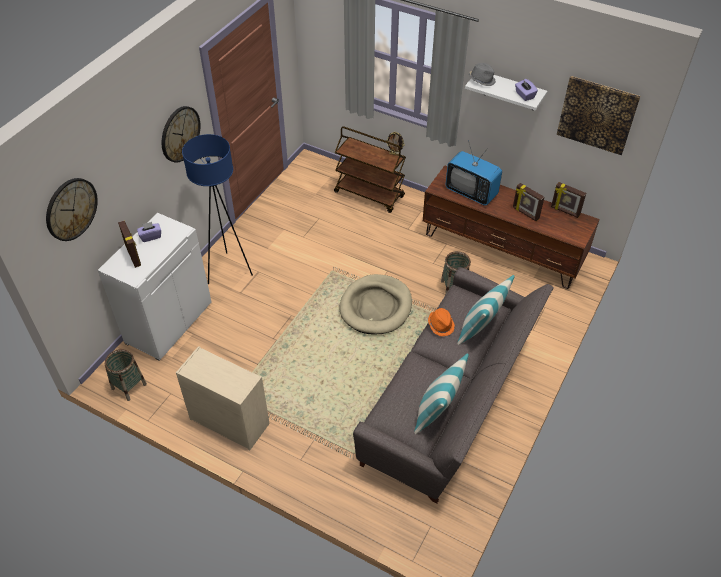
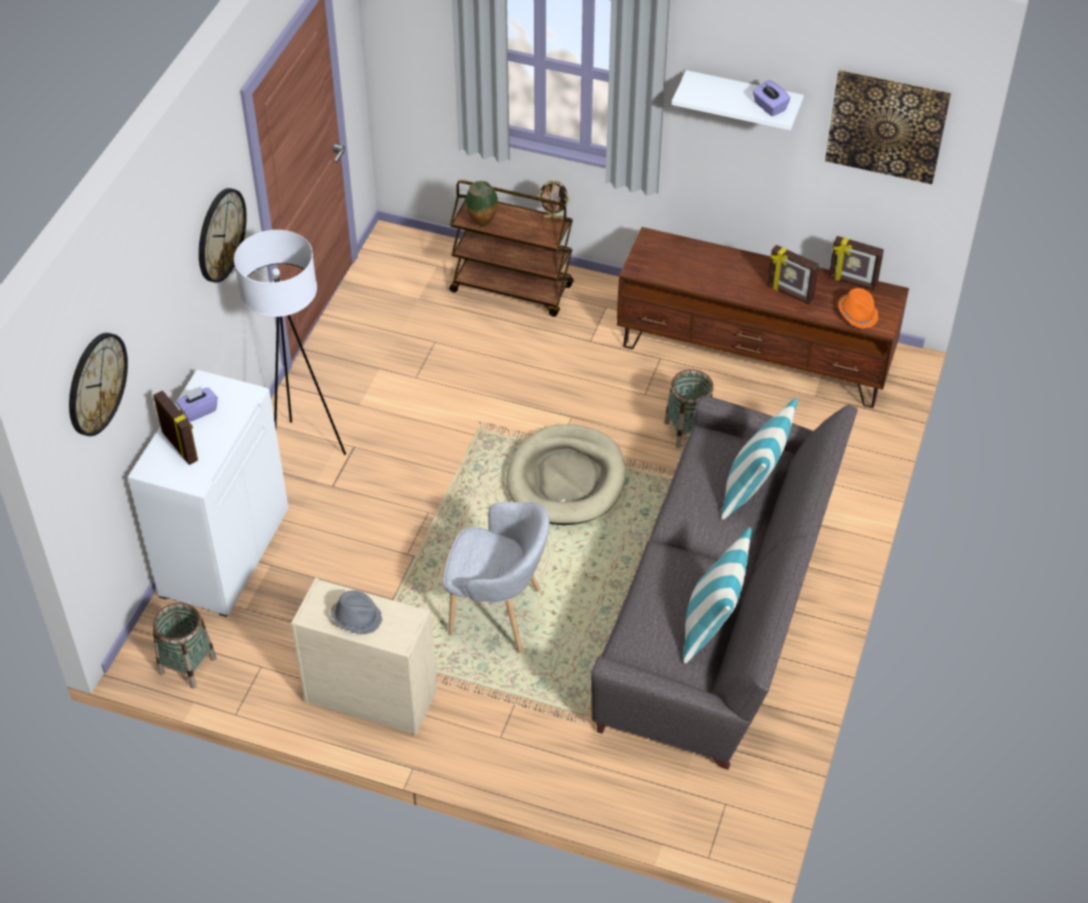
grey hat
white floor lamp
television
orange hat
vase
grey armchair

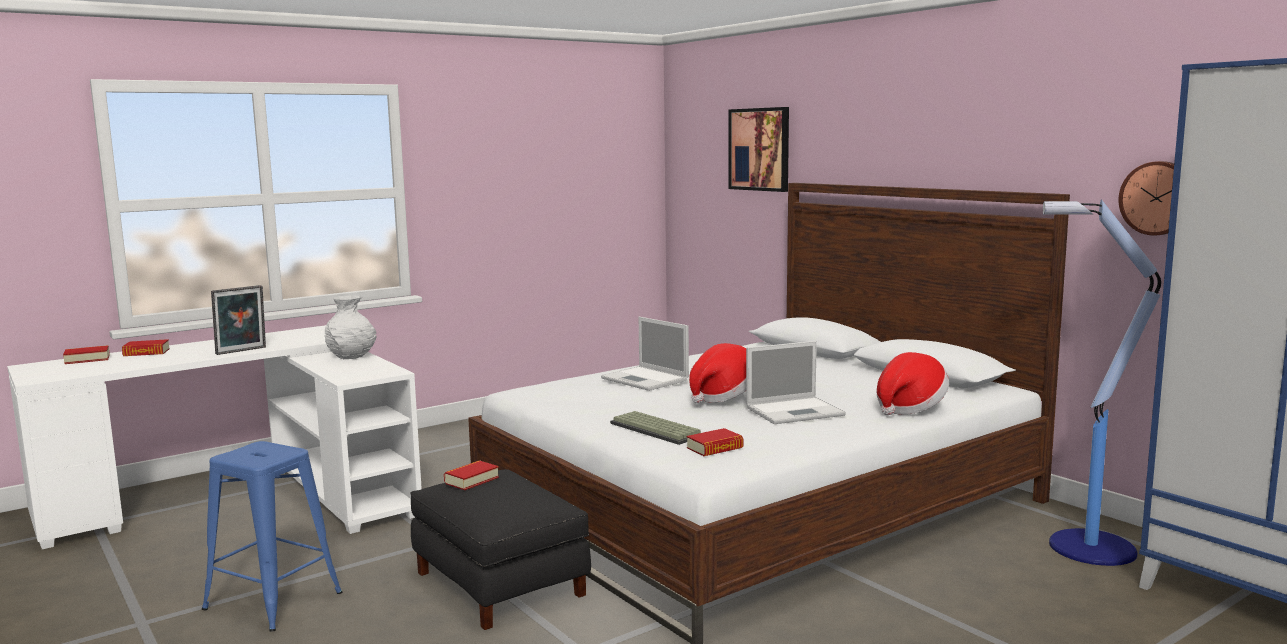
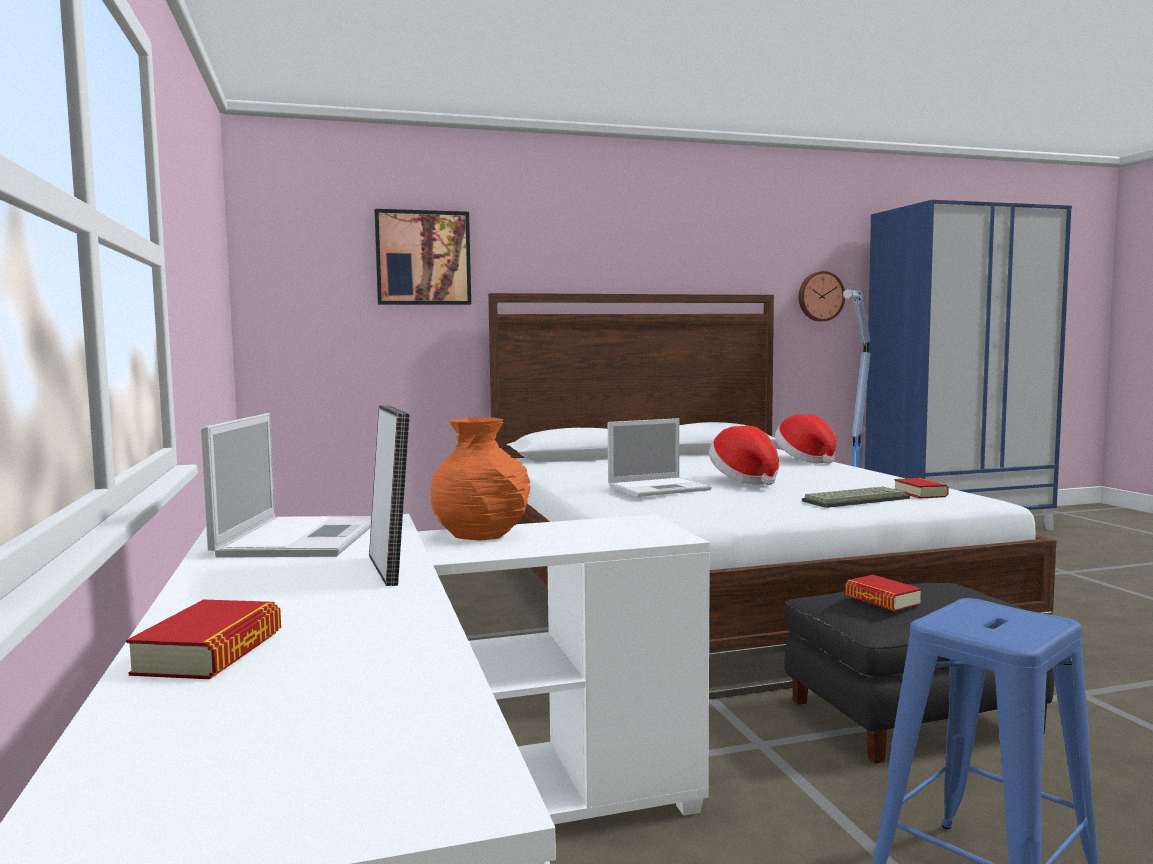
orange vase
laptop (no. 1 from left)
book (no. 1 from left in the first image)

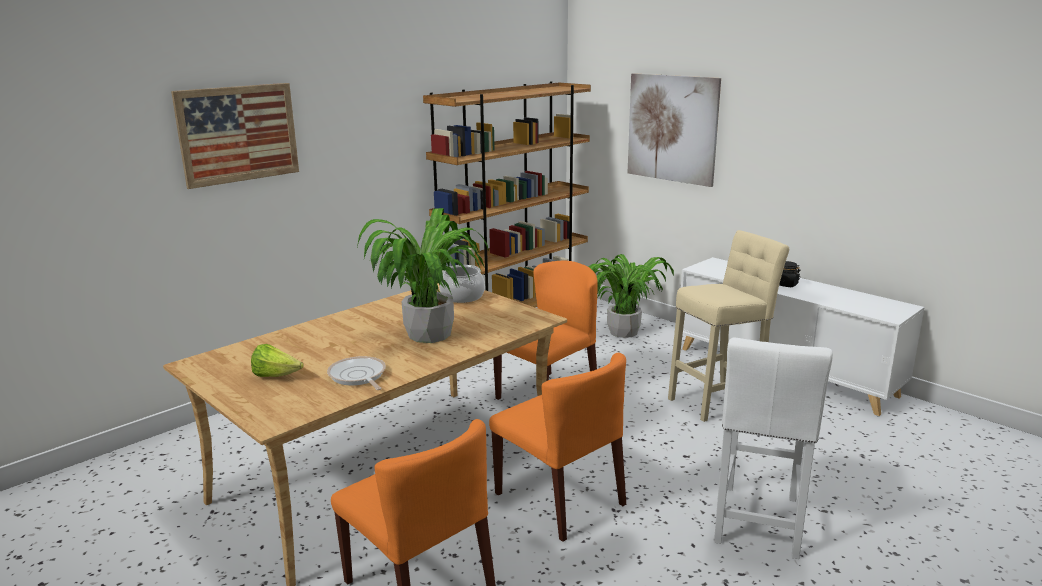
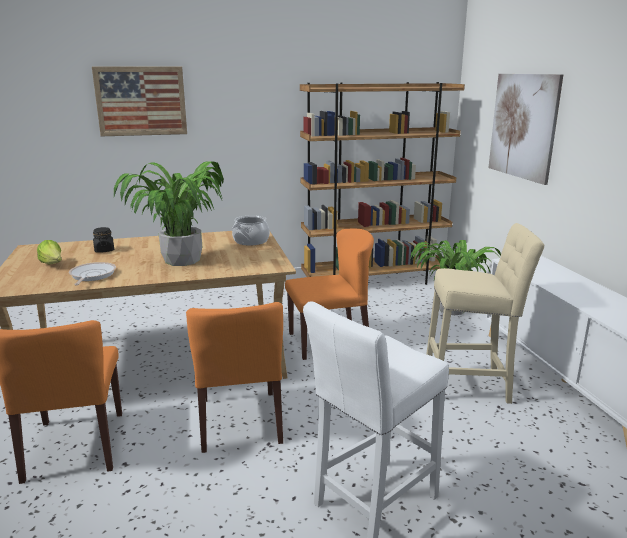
black jar

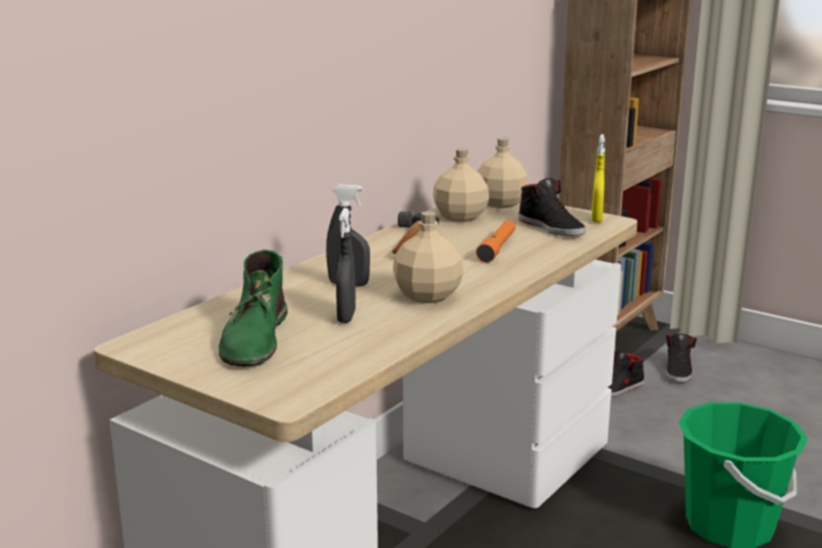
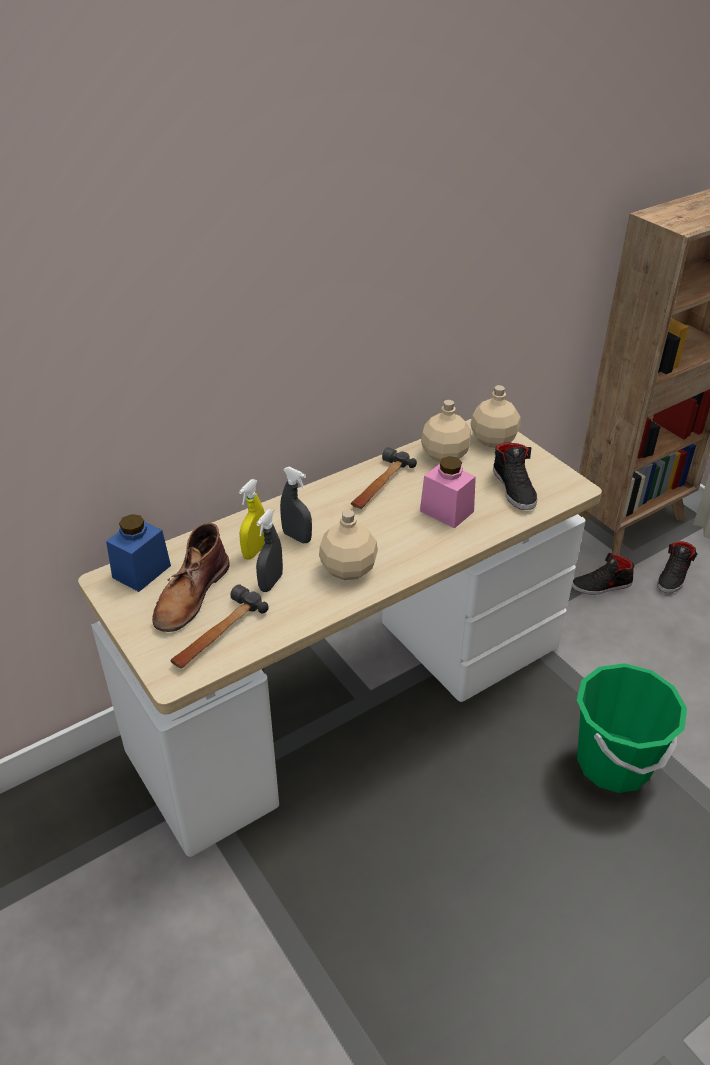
yellow spray bottle
pink jar
brown boot
blue jar
hammer (no. 1 from left)

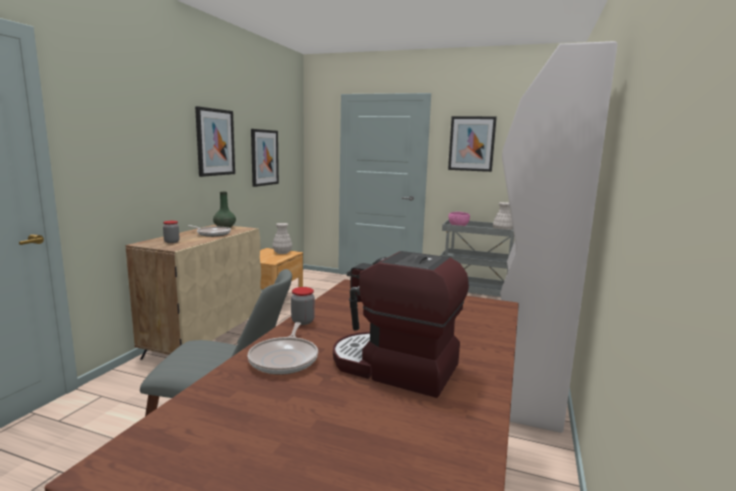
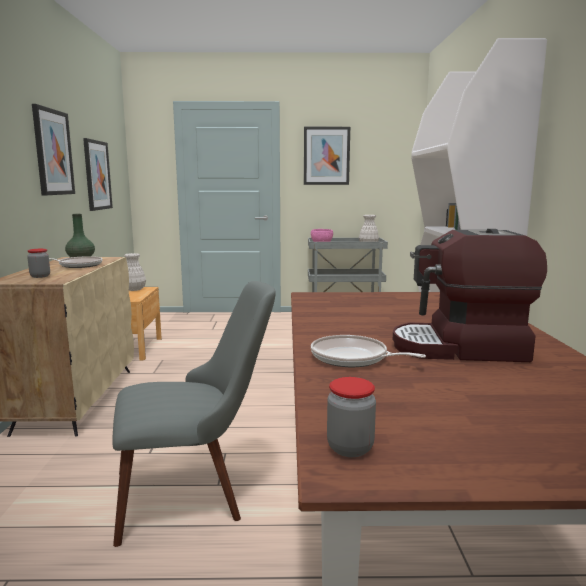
jar (no. 2 from left)
frying pan (no. 2 from left)

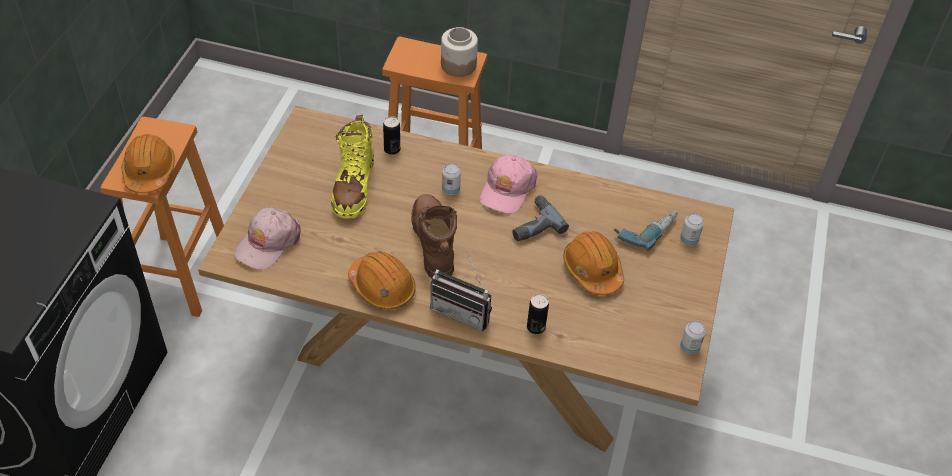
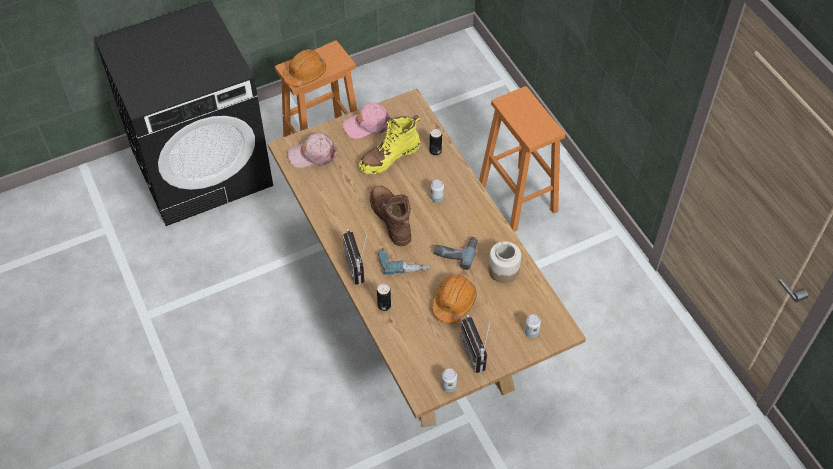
jar
pink cap (no. 2 from left)
brown boot
power drill (no. 1 from left)
orange hard hat (no. 2 from left in the first image)
radio (no. 2 from left)

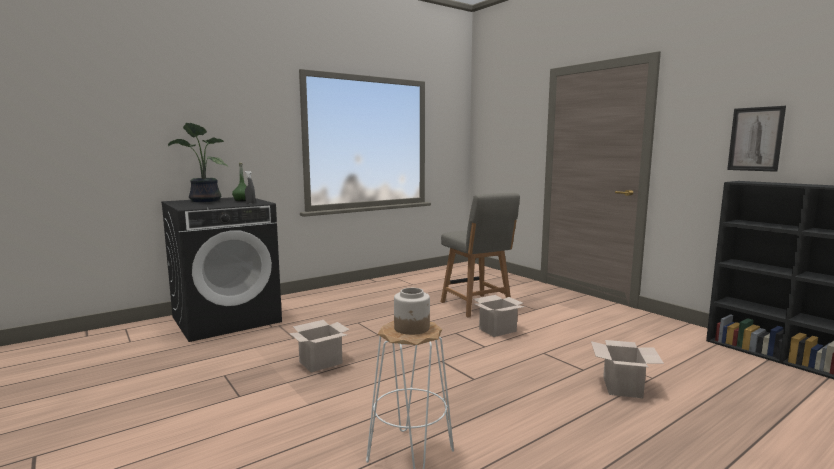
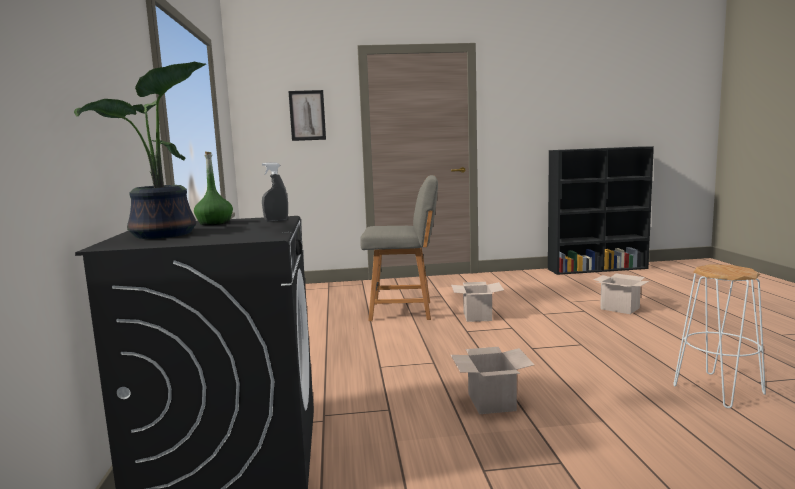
picture
jar

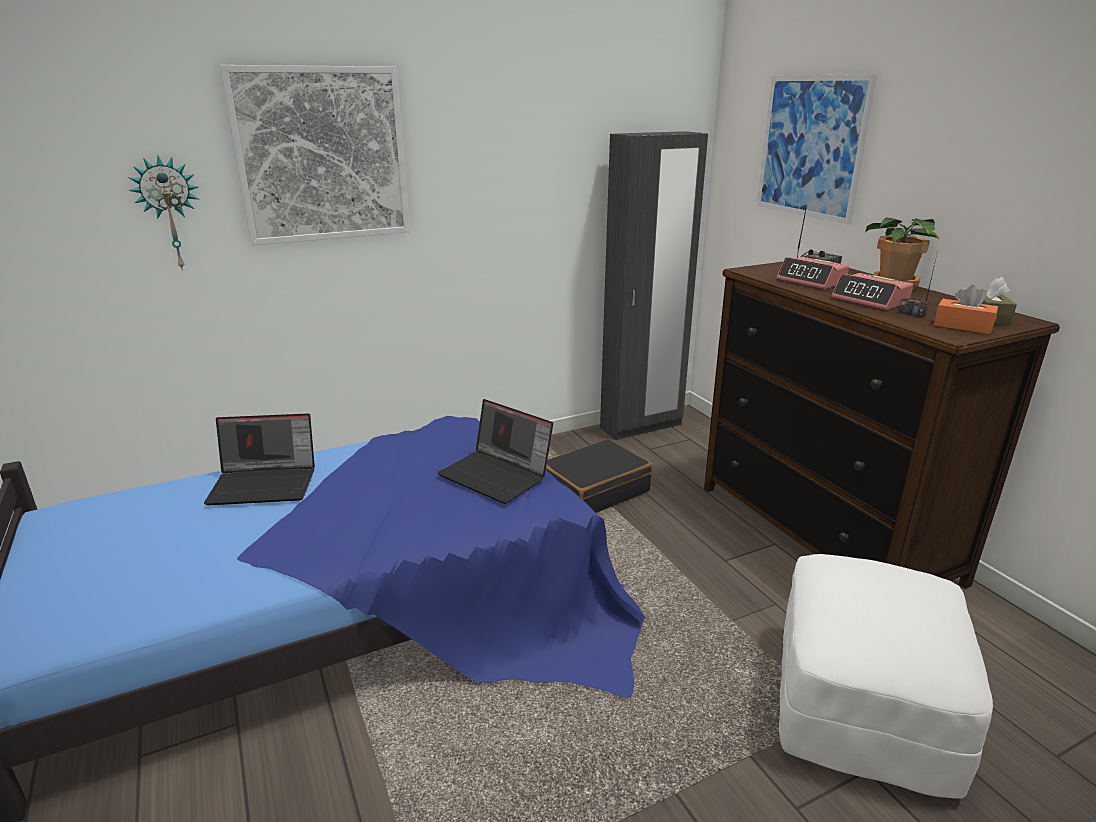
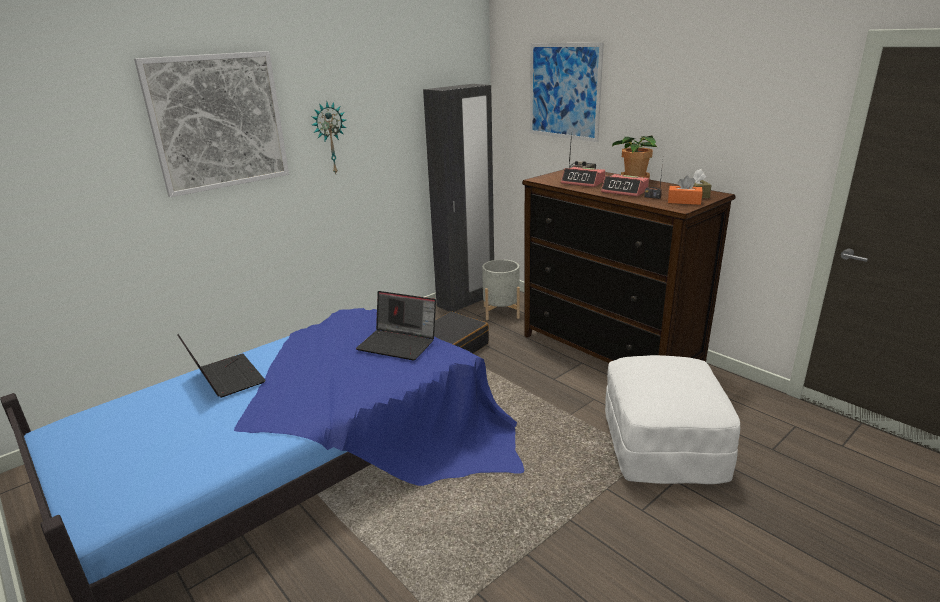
wall clock
laptop (no. 1 from left)
grey planter

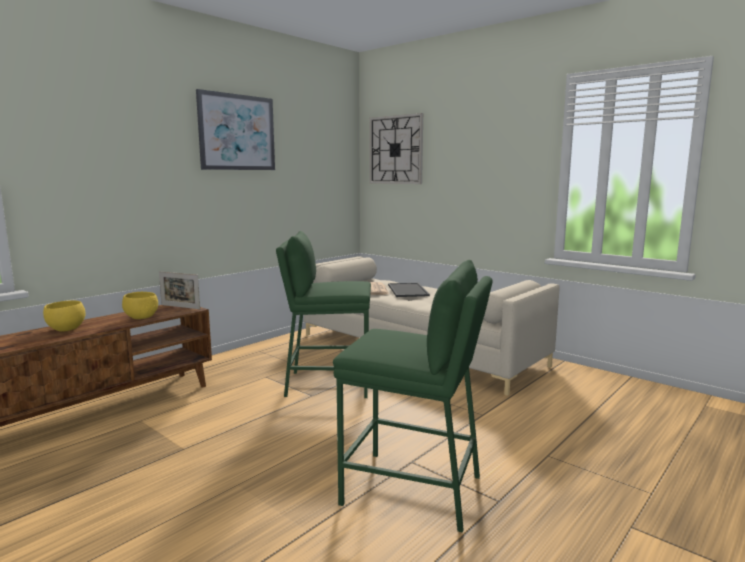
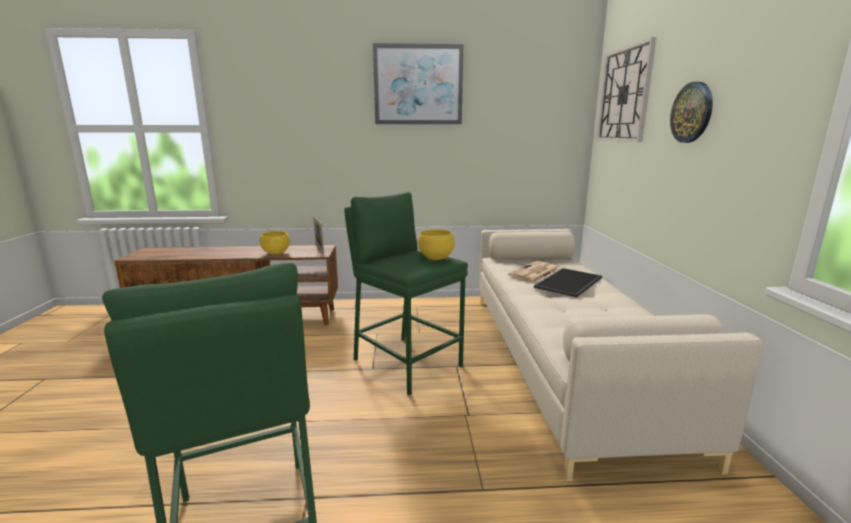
yellow bowl (no. 2 from left)
wall clock (no. 2 from left)

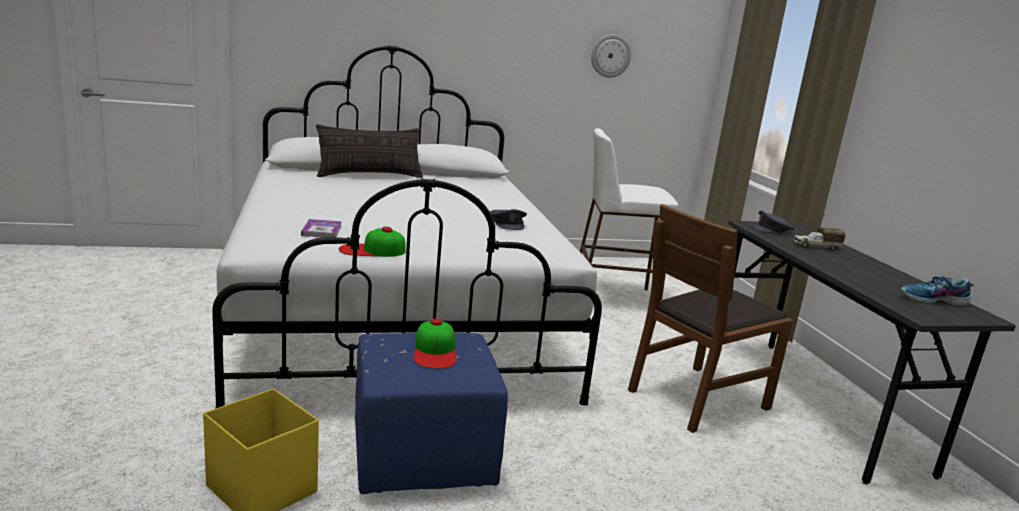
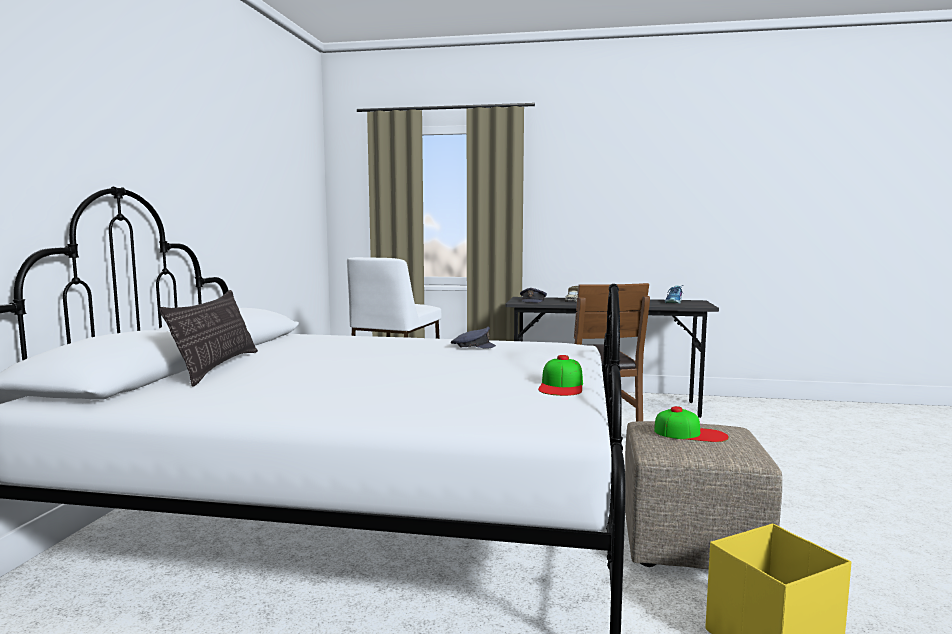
wall clock
book
beige ottoman

